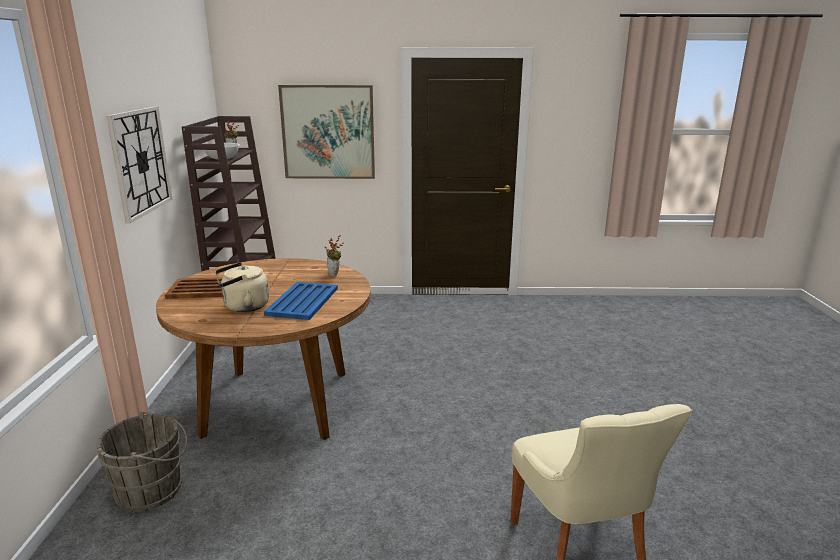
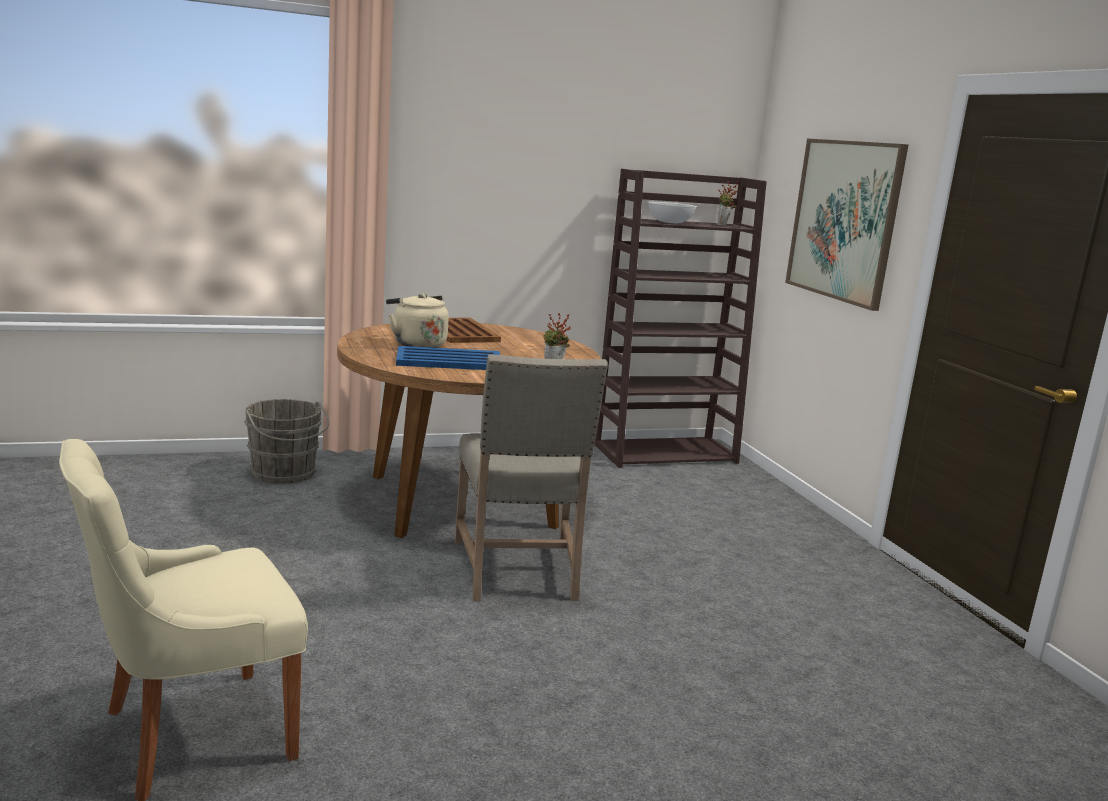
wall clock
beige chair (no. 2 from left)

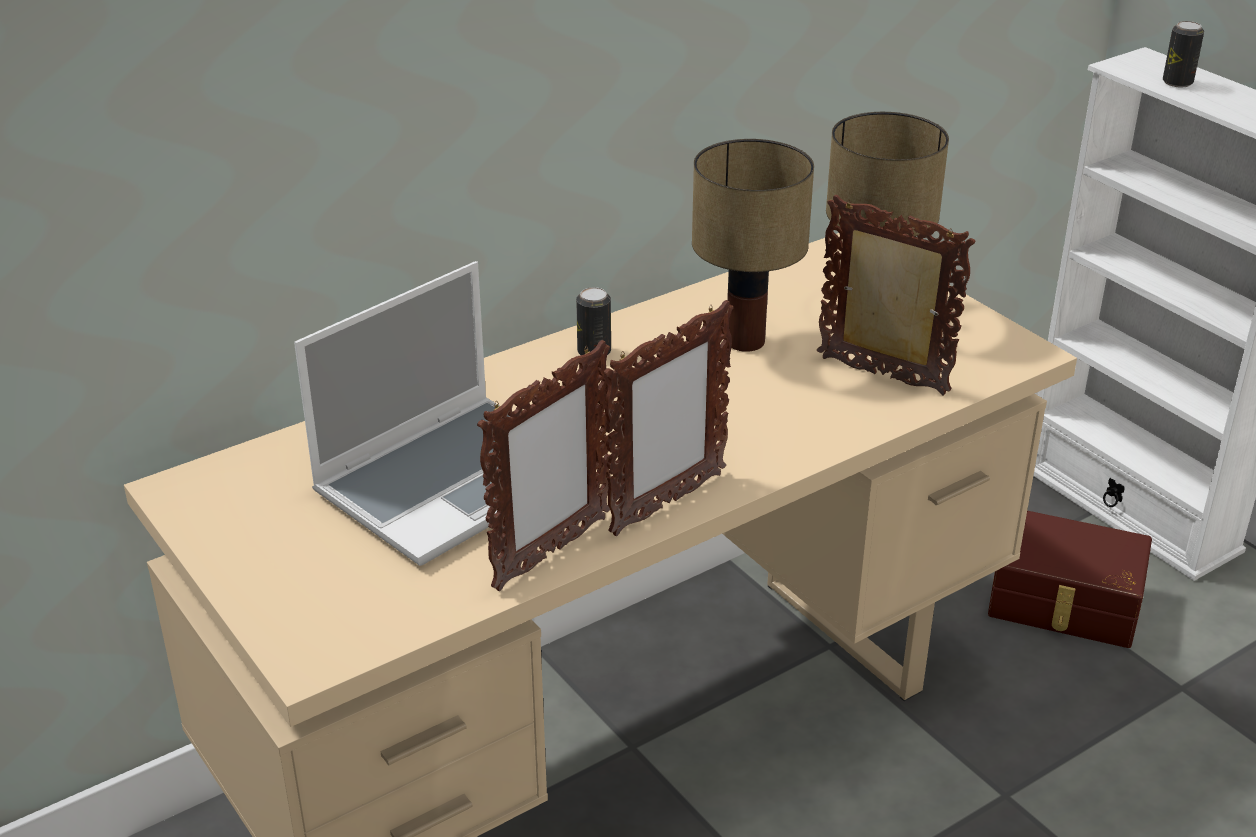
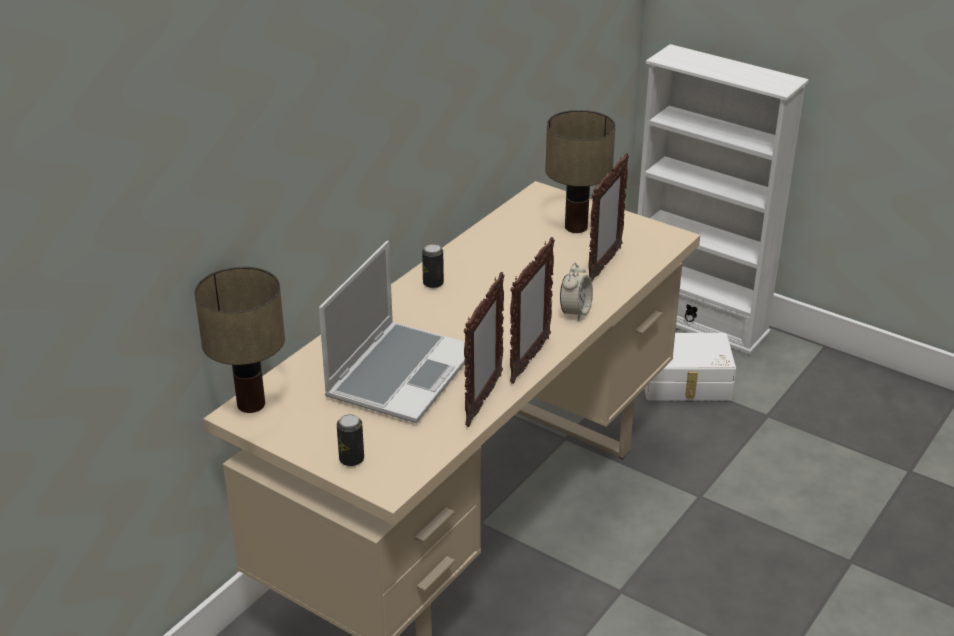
can (no. 1 from left)
table lamp (no. 1 from left)
picture frame (no. 3 from left)
white storage box
alarm clock

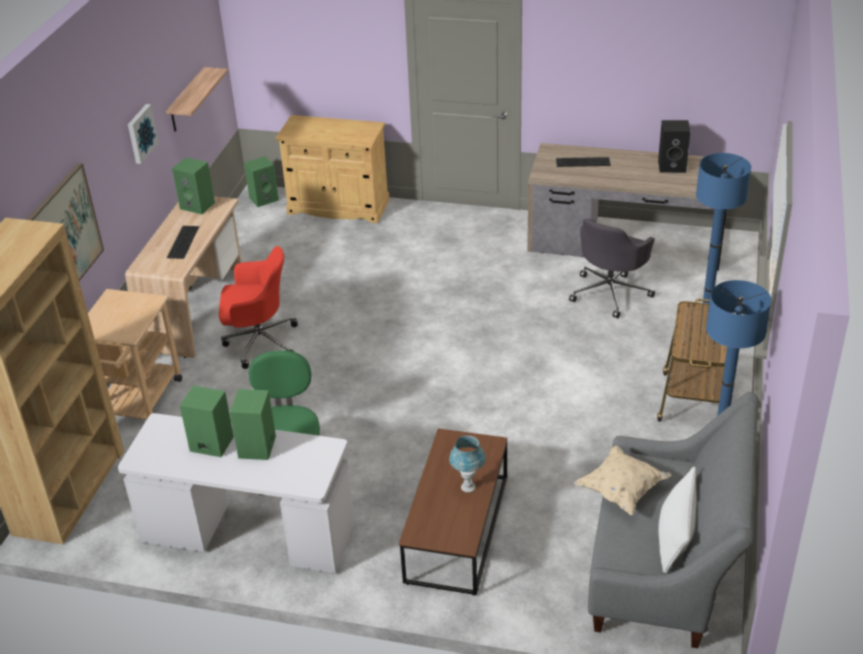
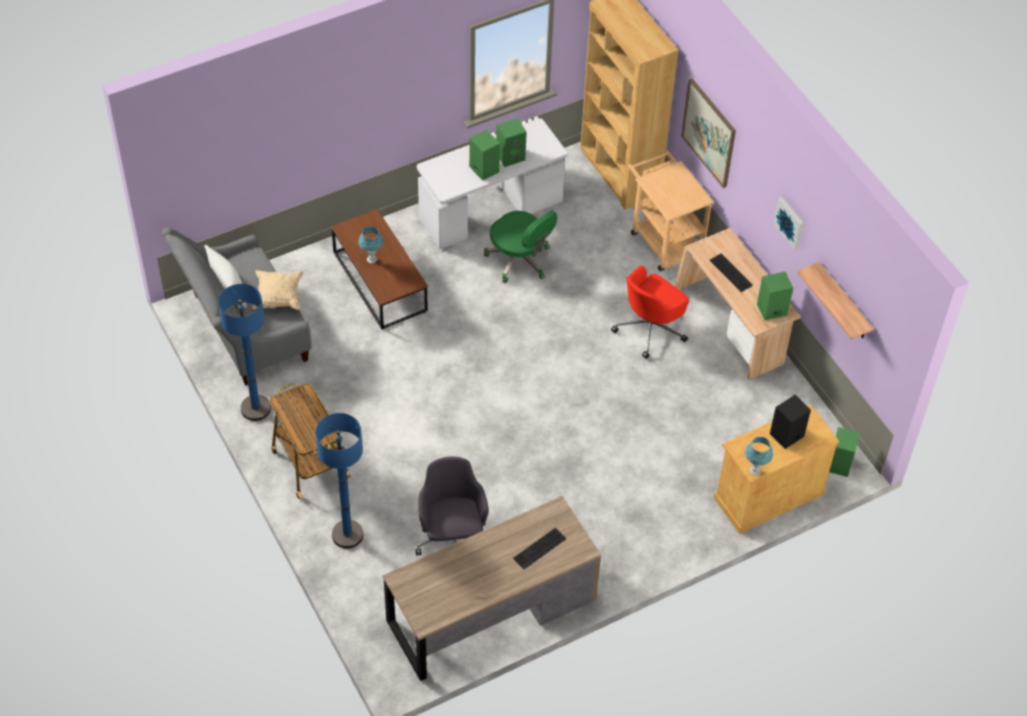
black speaker
blue table lamp (no. 2 from left)

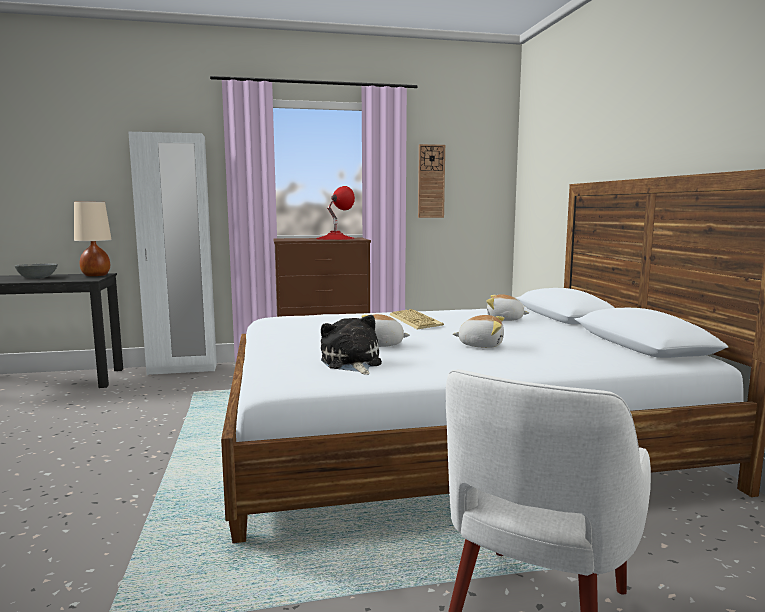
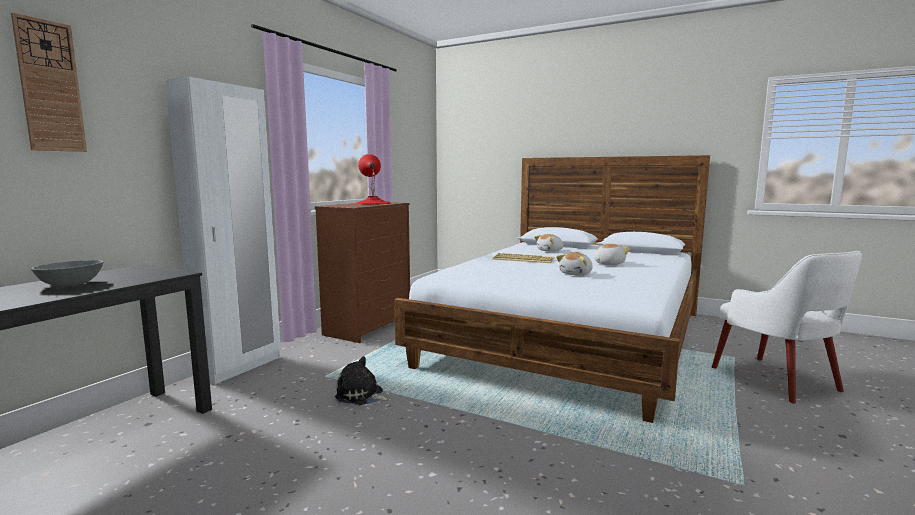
wall clock
beige table lamp
plush toy (no. 1 from left)

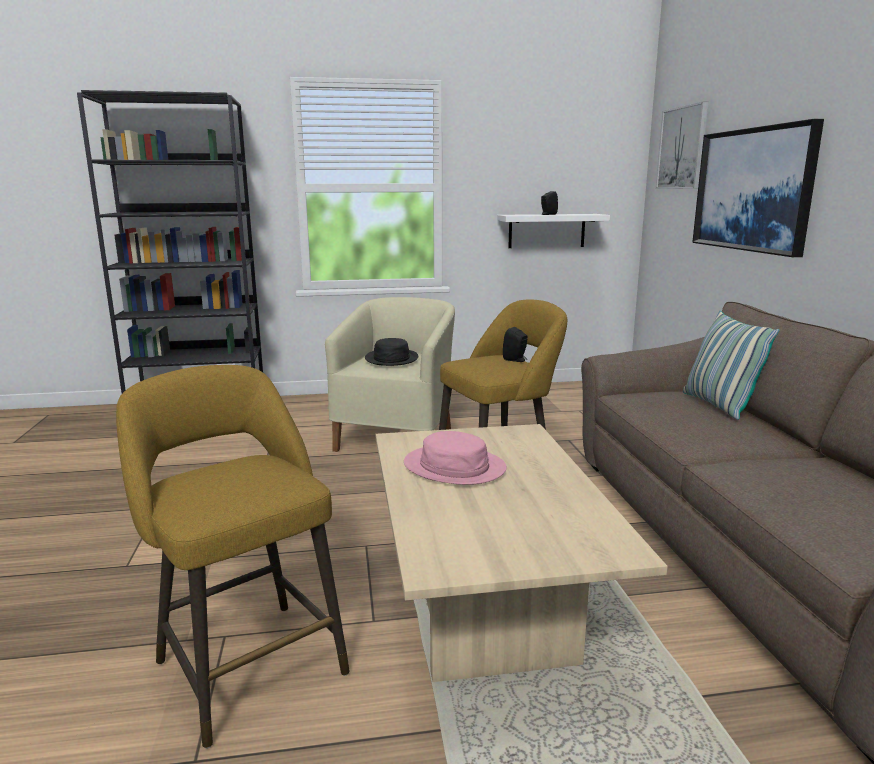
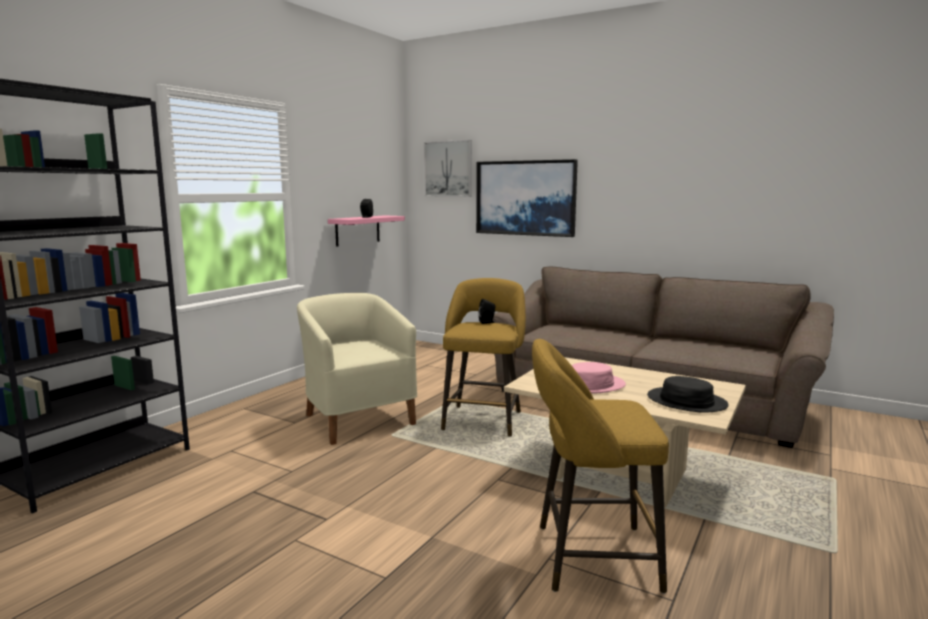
pink shelf
pillow
black hat

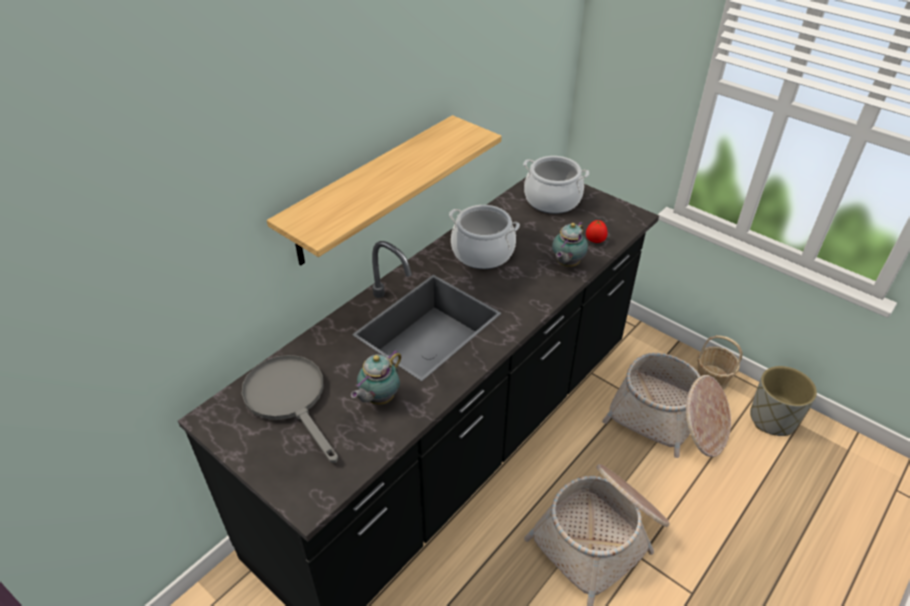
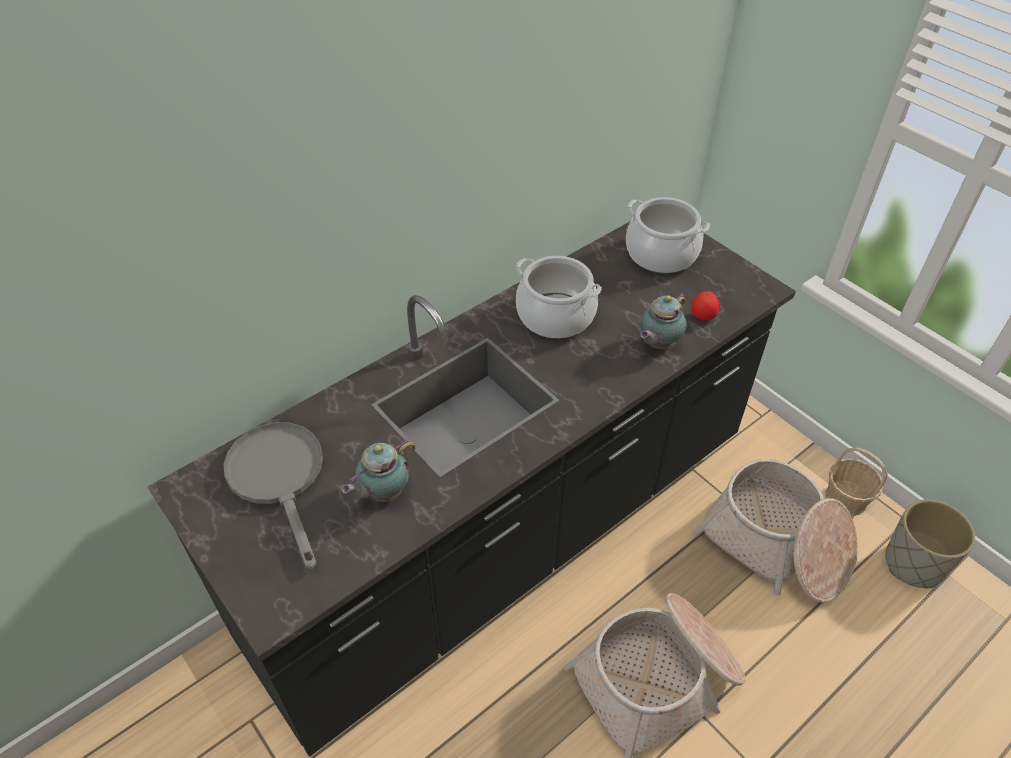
shelf

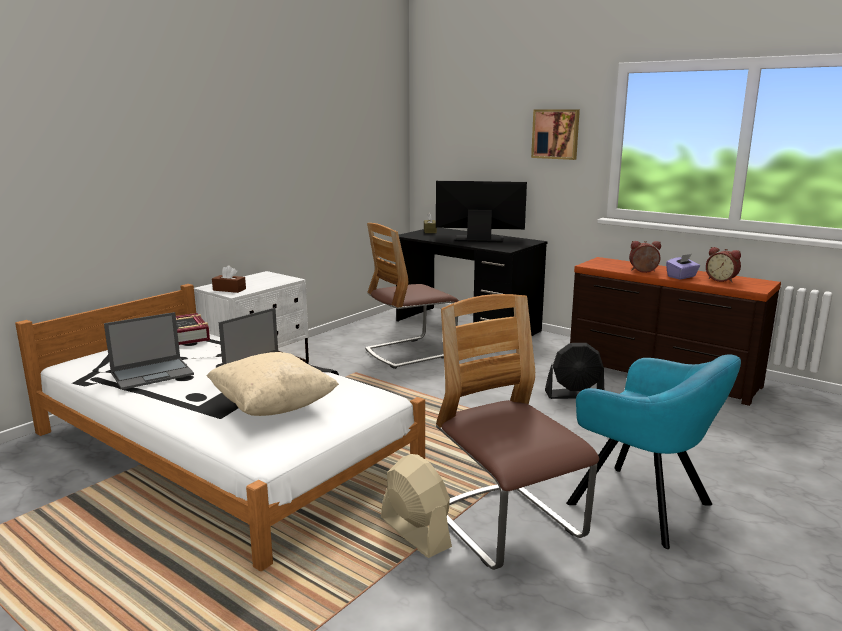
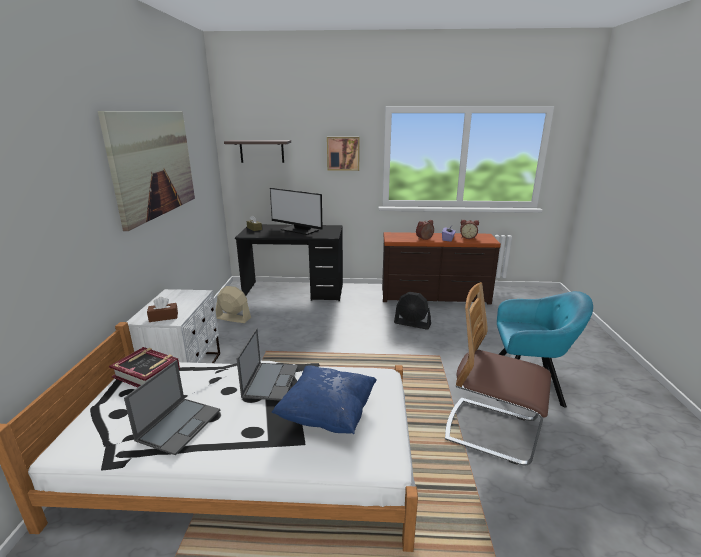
monitor
chair (no. 1 from left in the first image)
black fan
blue pillow
beige fan
picture (no. 1 from left)
shelf

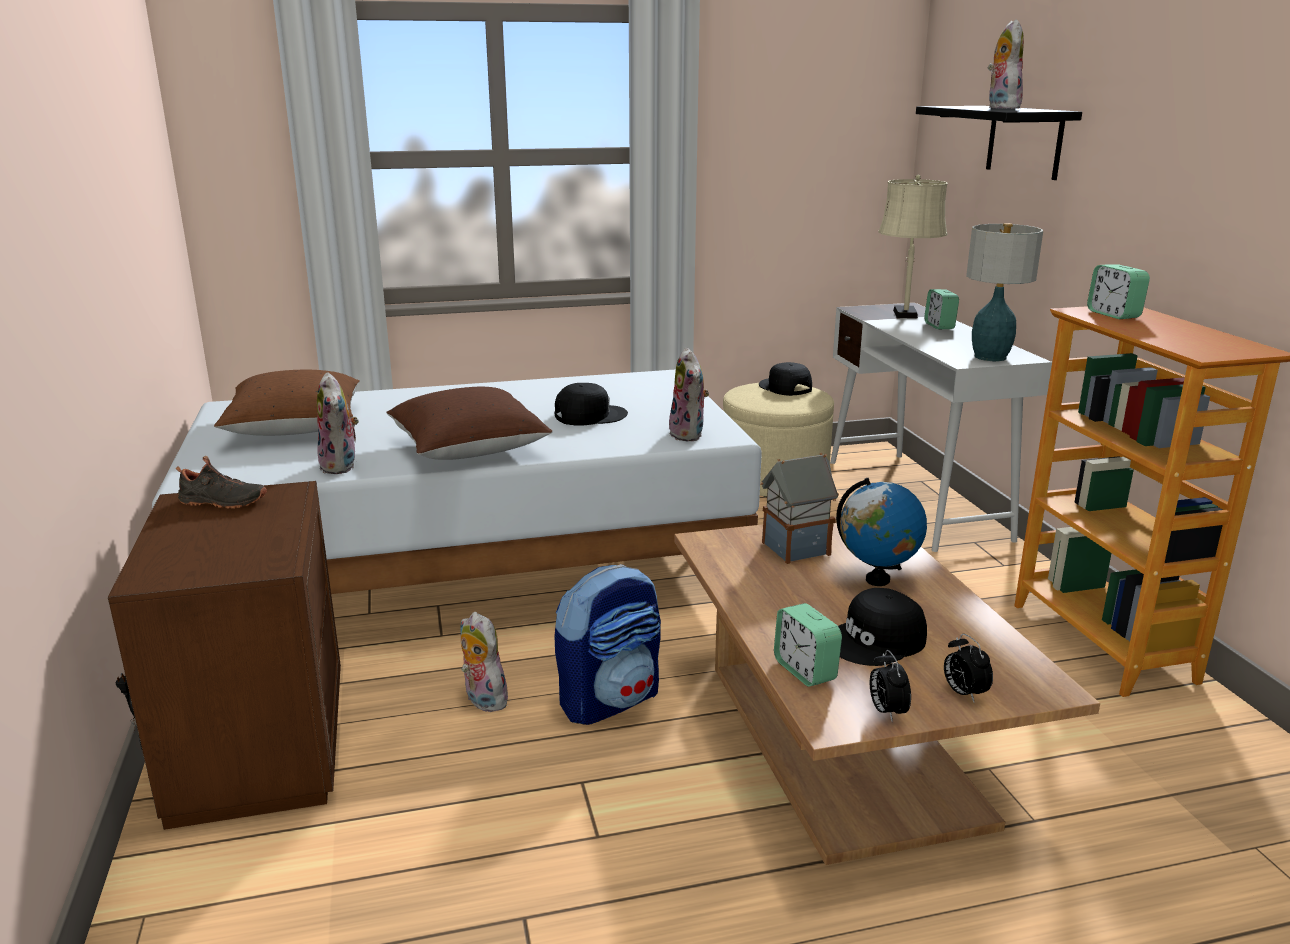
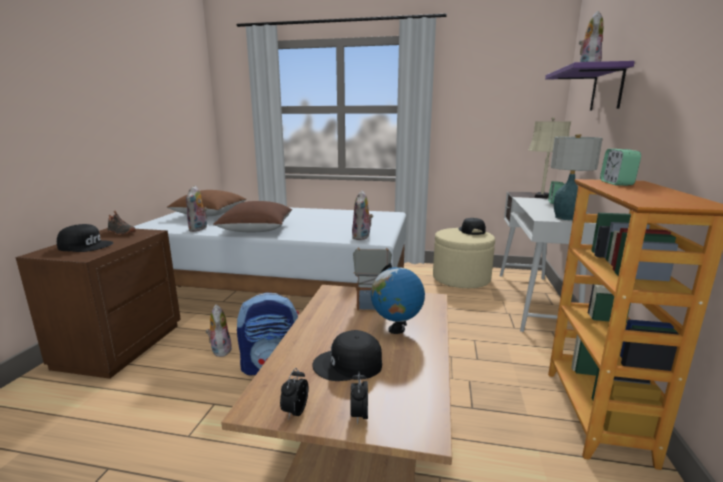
purple shelf
black cap (no. 1 from left)
alarm clock (no. 1 from left in the first image)

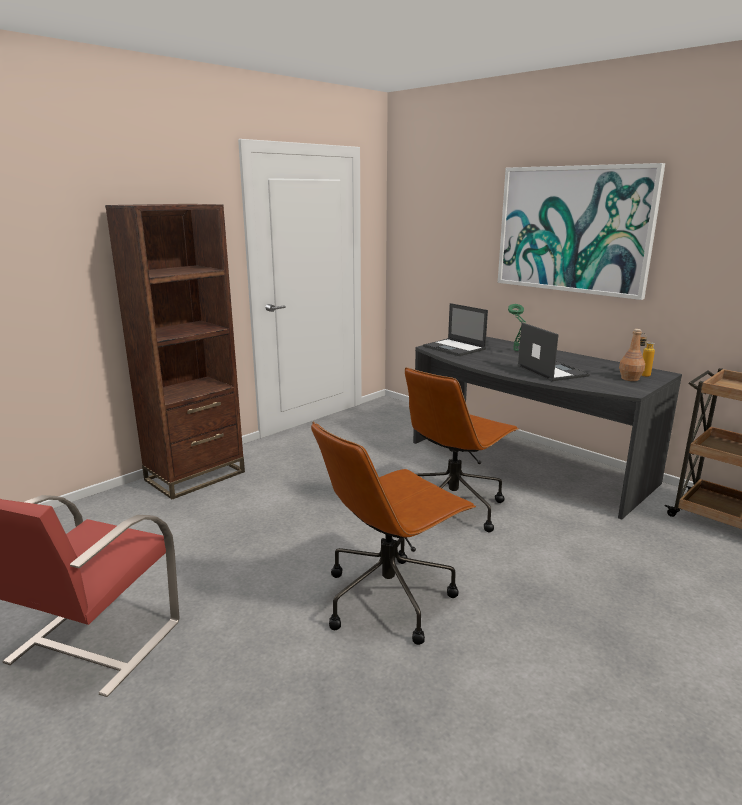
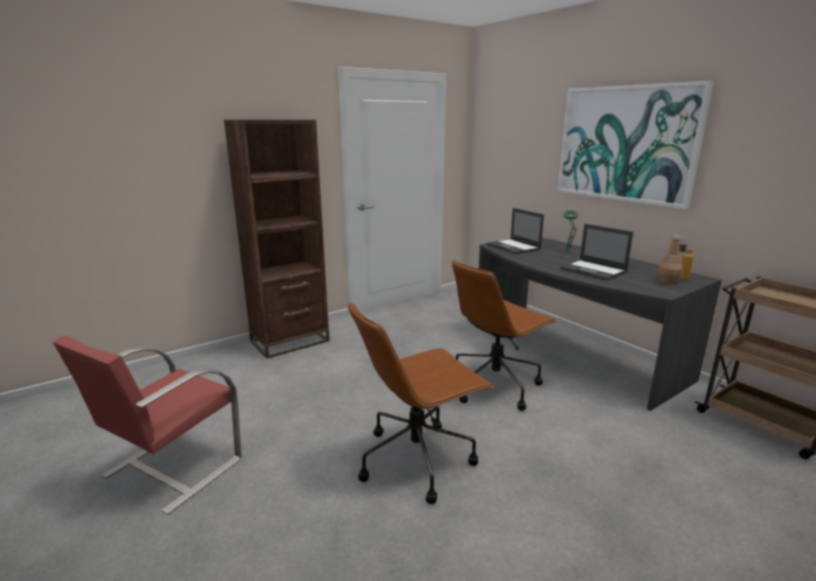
laptop (no. 2 from left)

